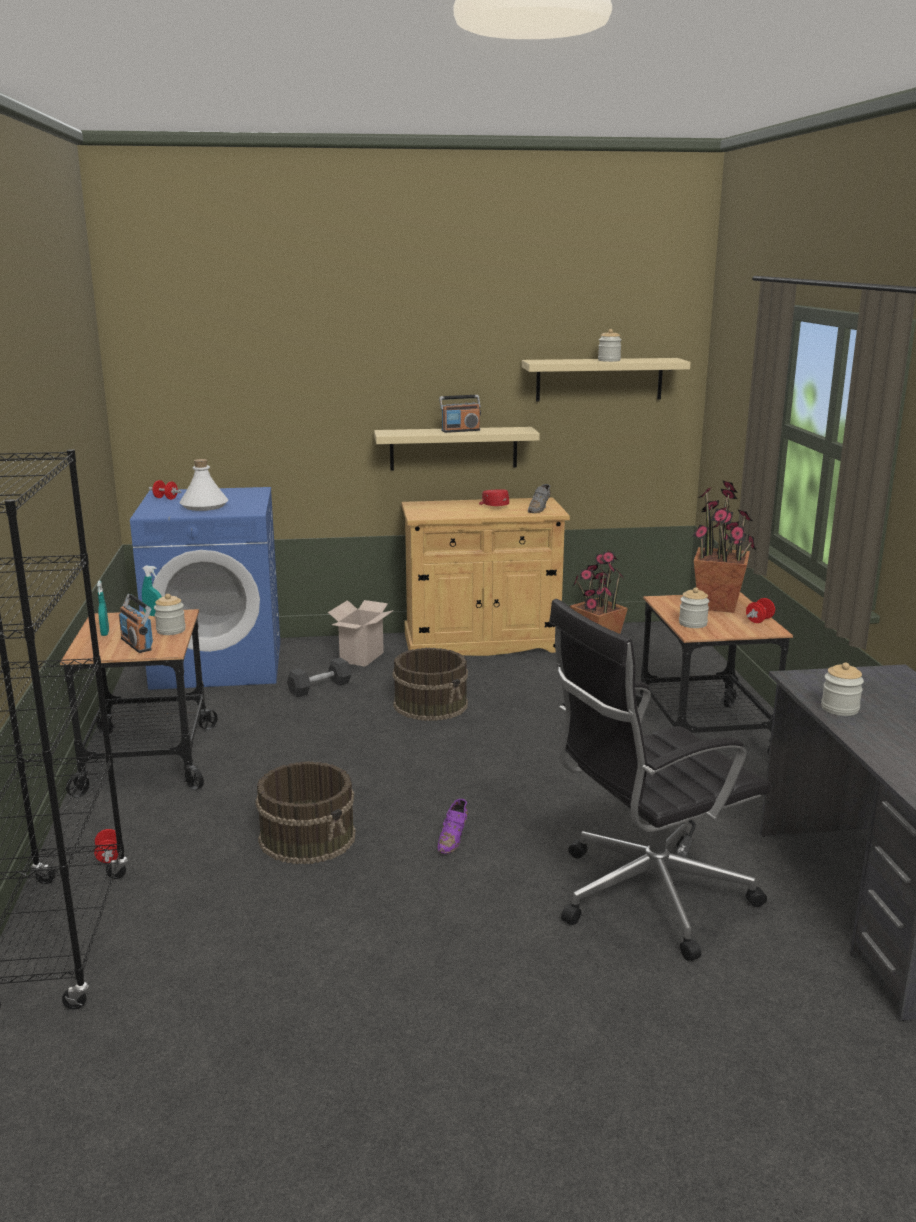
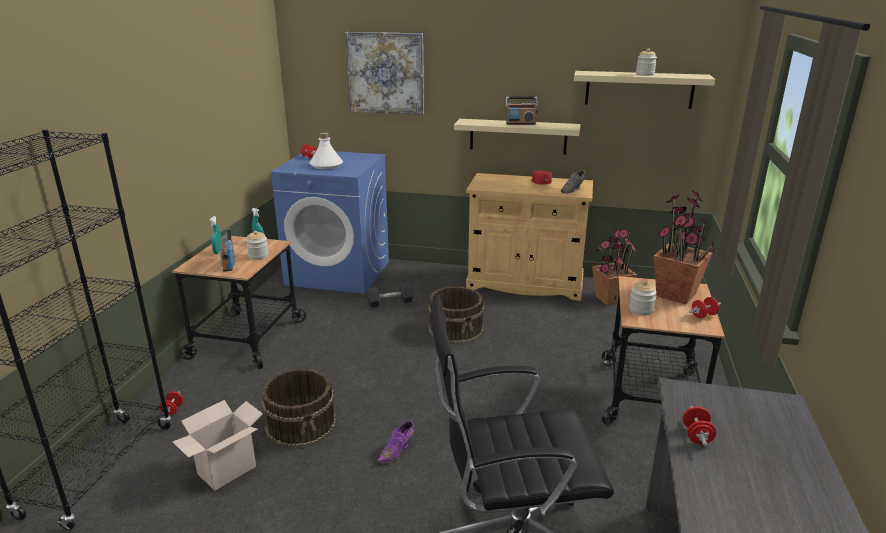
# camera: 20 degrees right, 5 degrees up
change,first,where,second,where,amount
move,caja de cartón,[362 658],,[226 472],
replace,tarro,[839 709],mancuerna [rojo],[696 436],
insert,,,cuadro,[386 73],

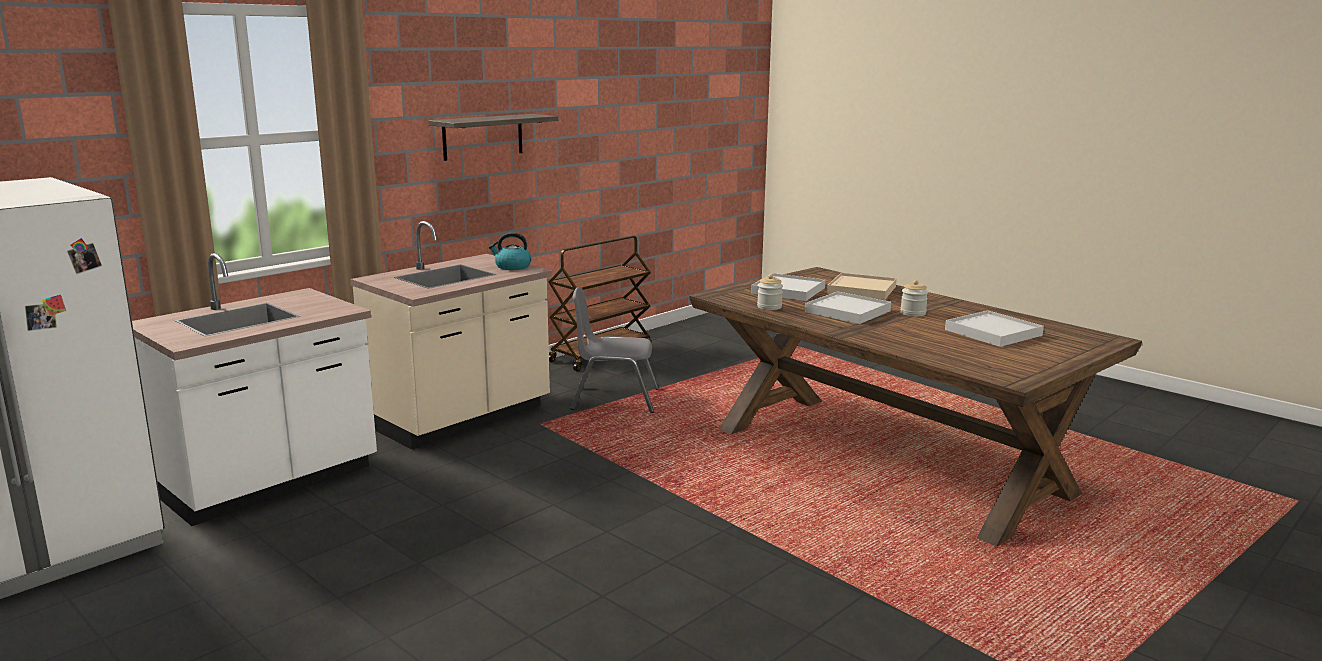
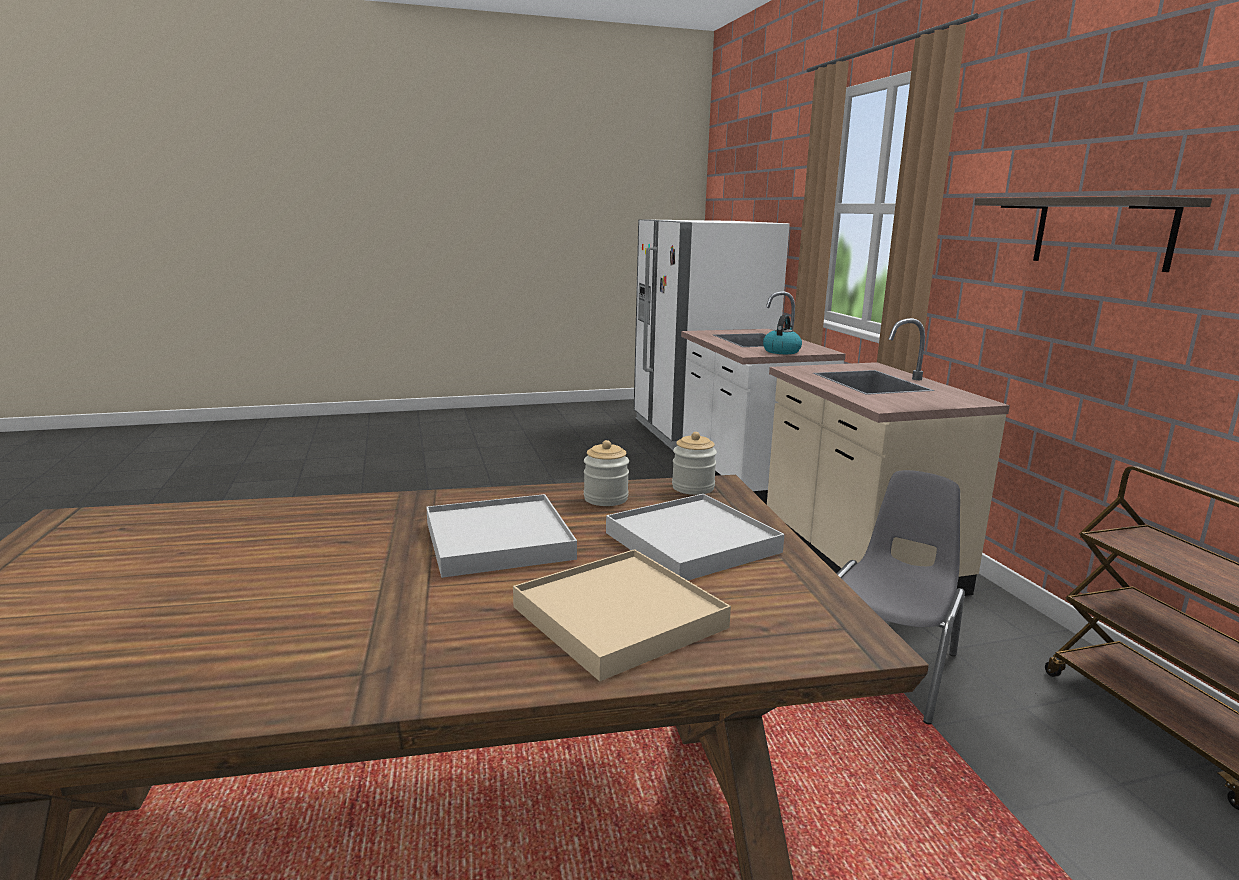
# camera: 120 degrees right, 0 degrees up
change,first,where,second,where,amount
move,hervidor,[512 267],,[781 351],
move,tarro,[913 313],,[693 487],
delete,bandeja [blanco],[993 332],,,

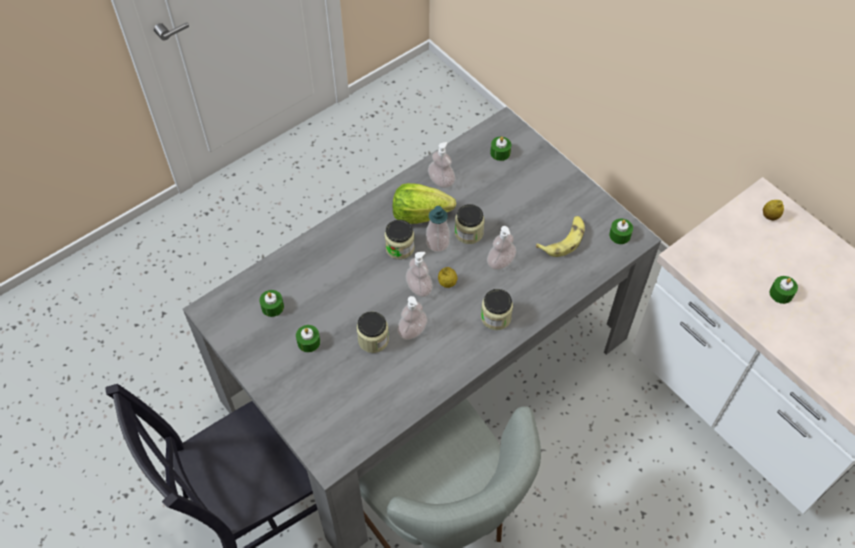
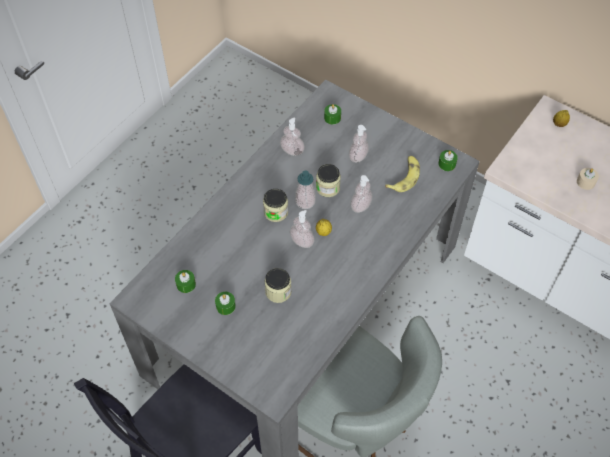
# camera: 15 degrees left, 0 degrees up
change,first,where,second,where,amount
delete,lechuga,[420 214],,,
recolor,vela [verde],[781 293],vela [beis],[585 182],
delete,tarro,[496 317],,,
move,dispensador de jabón,[412 331],,[358 156],

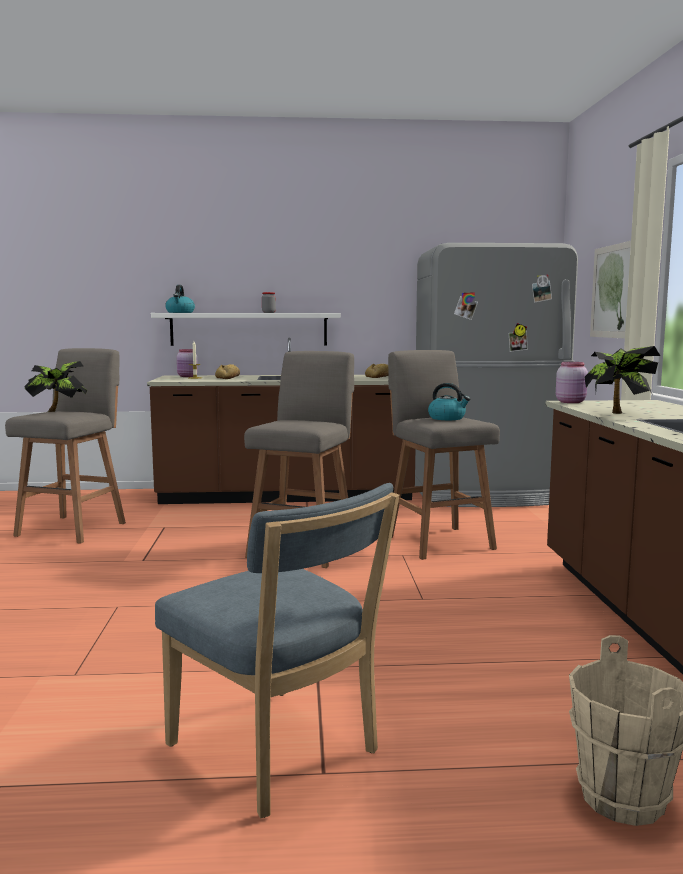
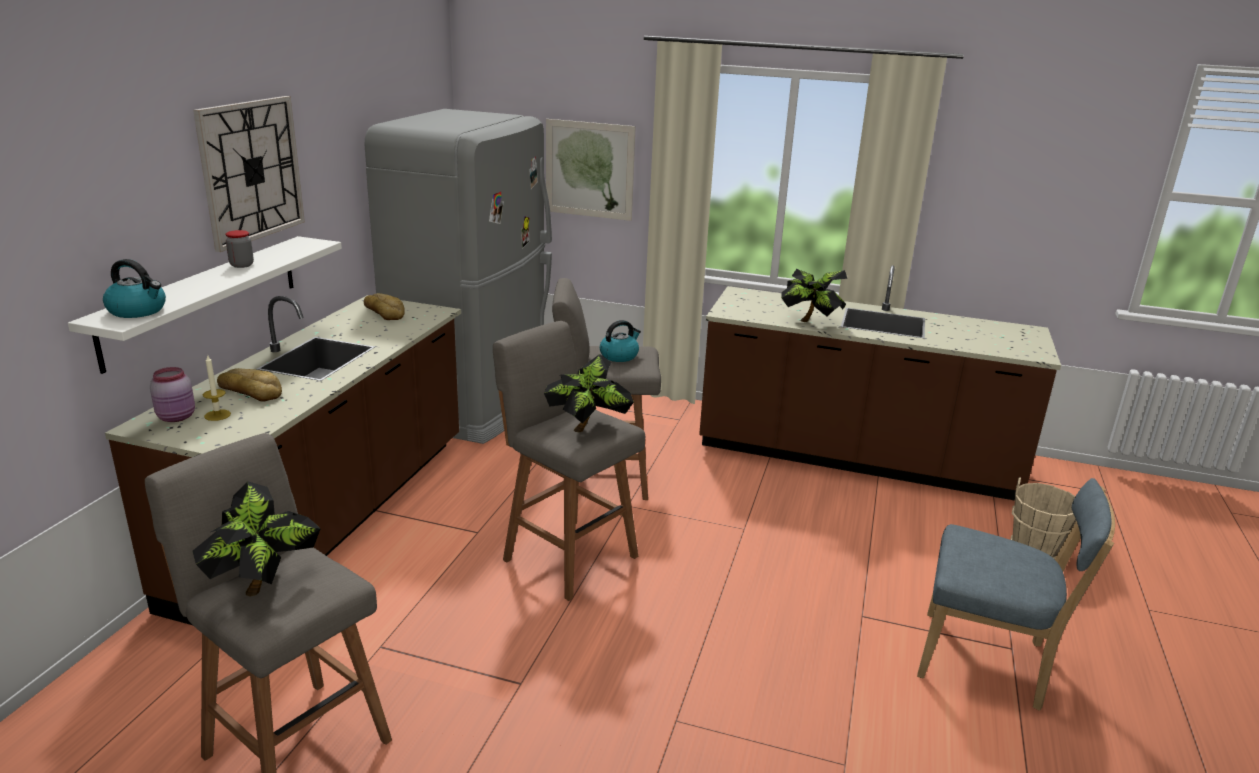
# camera: 70 degrees left, 15 degrees up
change,first,where,second,where,amount
delete,tarro [rosa],[571 402],,,
rotate,silla [azul],[278 753],,[988 662],45 degrees clockwise
insert,,,reloj de pared,[251 171],
insert,,,planta en maceta,[588 429],

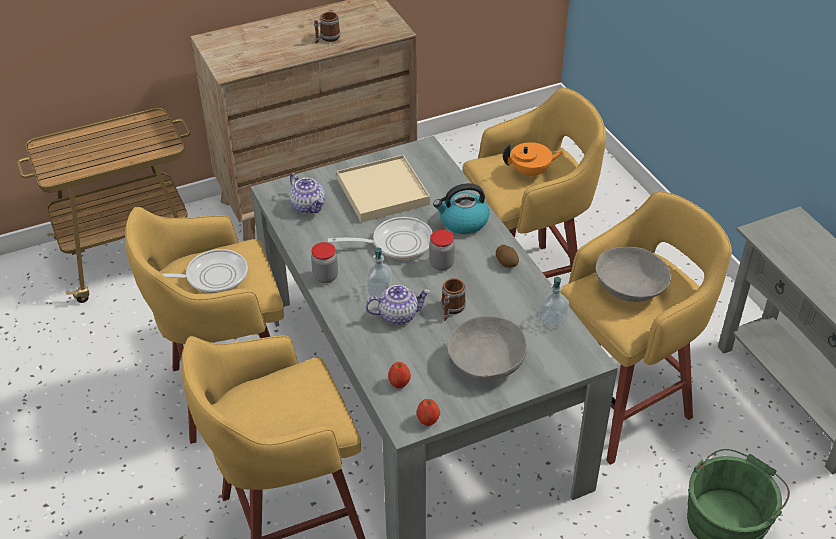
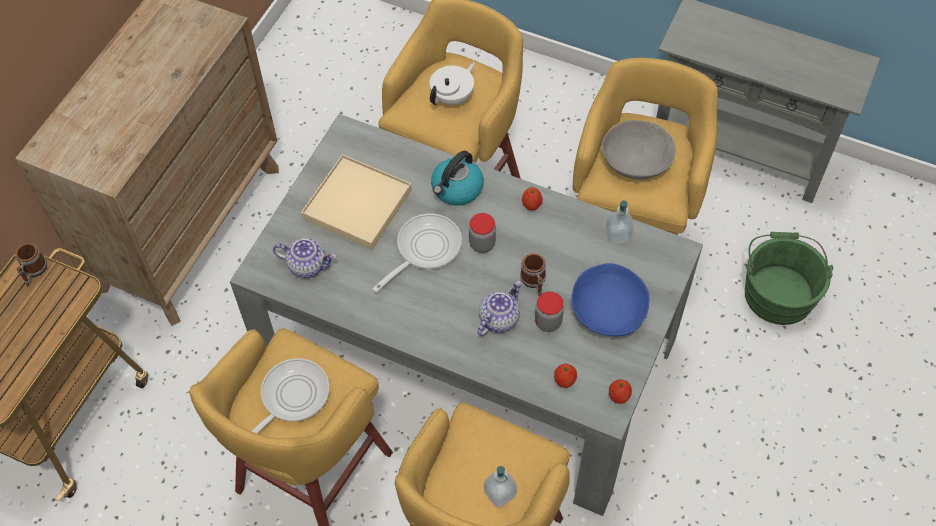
# camera: 40 degrees left, 15 degrees up
change,first,where,second,where,amount
move,taza grande,[327 38],,[34 272],
recolor,tetera [naranja],[530 172],tetera [blanco],[453 97],
move,tarro,[325 276],,[548 322],
replace,patata,[507 262],manzana,[531 205],
move,dispensador de jabón,[379 290],,[500 493],
recolor,cuenco [gris],[486 361],cuenco [azul],[608 310],

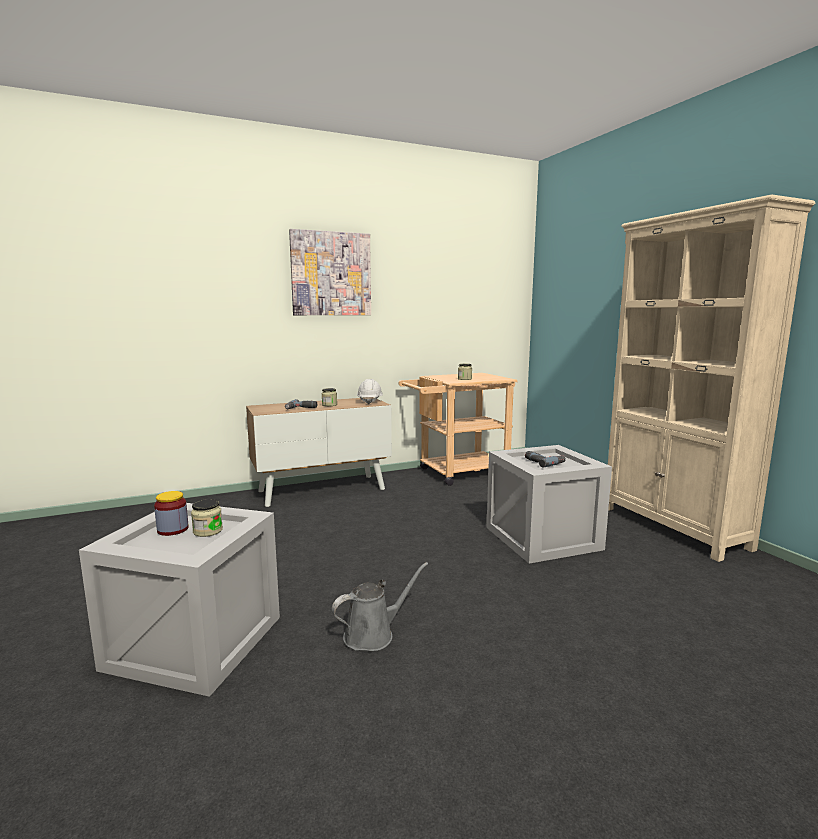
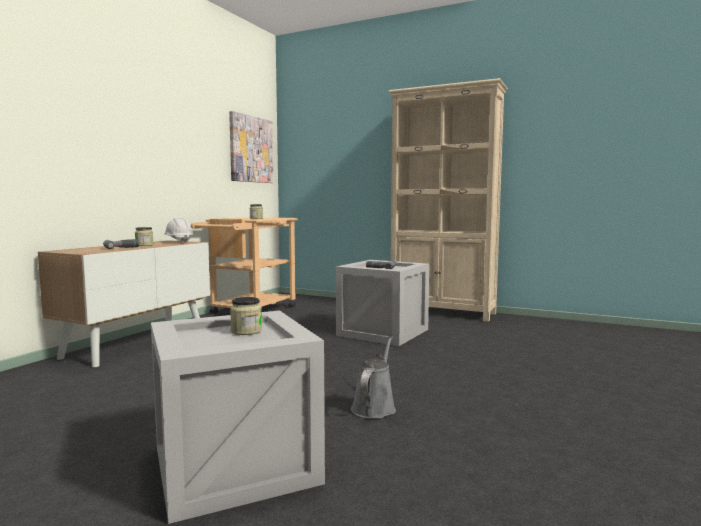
# camera: 40 degrees left, 5 degrees down
change,first,where,second,where,amount
move,cuadro,[331 274],,[251 149],
delete,tarro,[173 529],,,

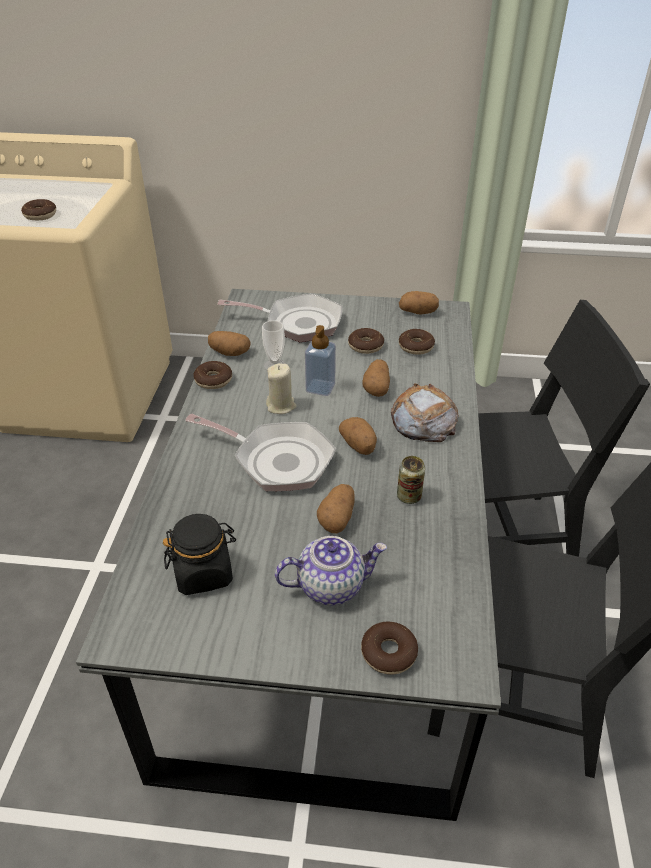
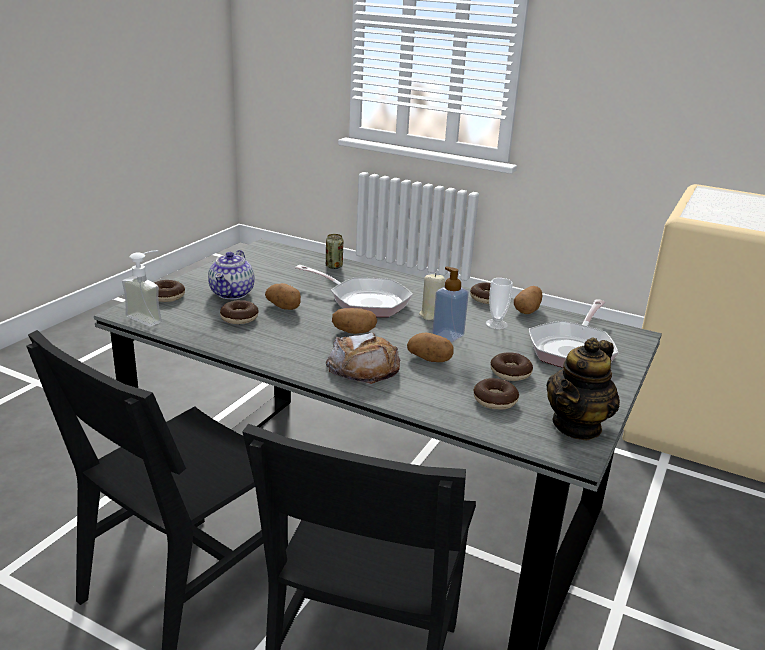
# camera: 110 degrees right, 15 degrees down
change,first,where,second,where,amount
move,rosquilla,[40 215],,[239 318],
replace,patata,[418 312],tetera,[577 426],
rotate,sartén,[277 460],,[364 301],105 degrees counterclockwise
move,lata,[409 496],,[334 266],
delete,tarro [negro],[204 572],,,
insert,,,dispensador de jabón,[150 317],

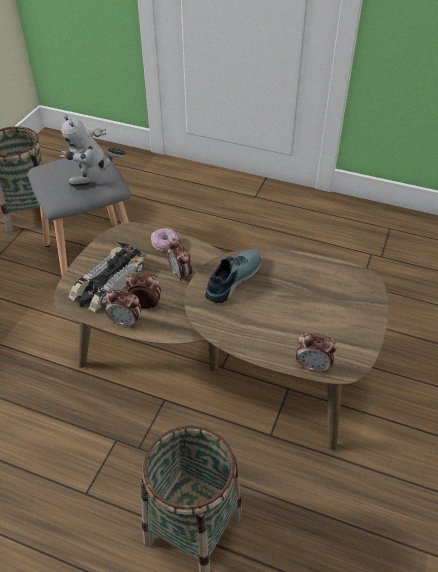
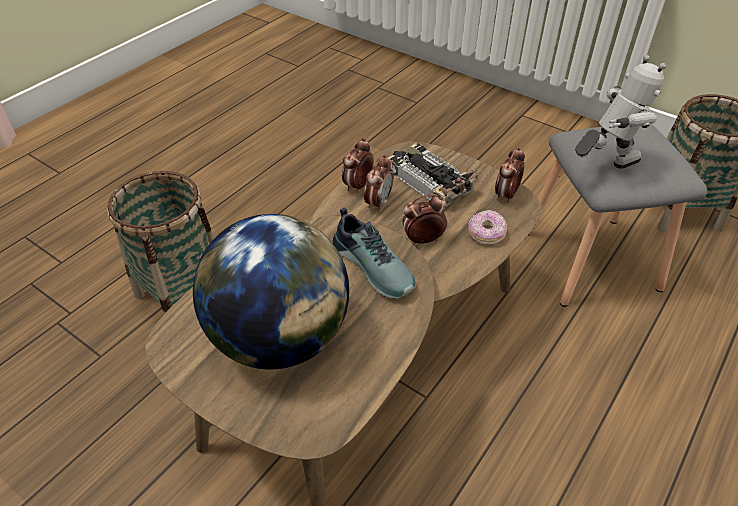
# camera: 105 degrees right, 0 degrees up
change,first,where,second,where,amount
rotate,robot de juguete,[96 183],,[604 165],75 degrees clockwise
move,despertador,[313 367],,[506 195],
insert,,,globo terráqueo,[280 338],

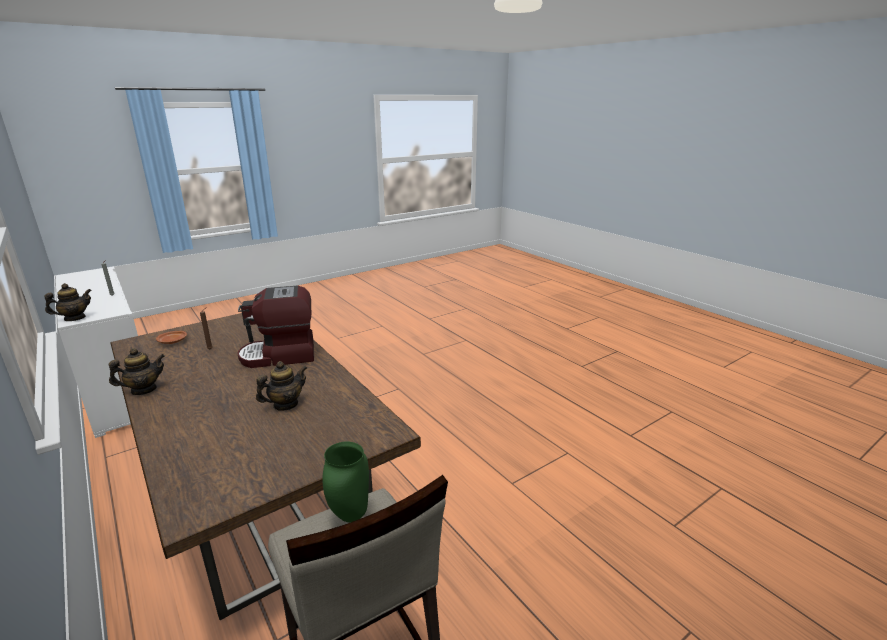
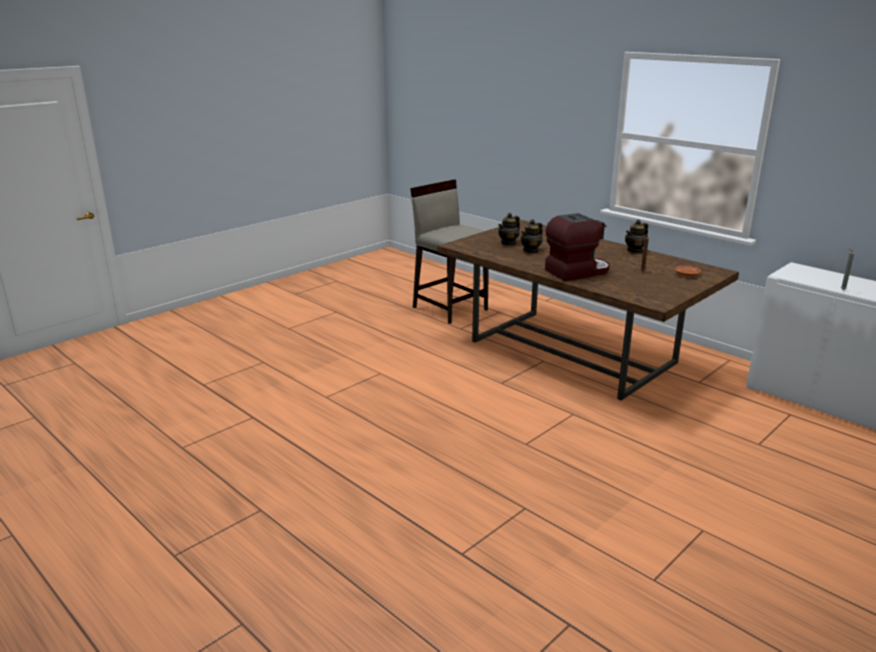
# camera: 170 degrees right, 0 degrees up
change,first,where,second,where,amount
move,tetera,[75 318],,[508 243],
delete,florero [verde],[349 515],,,

